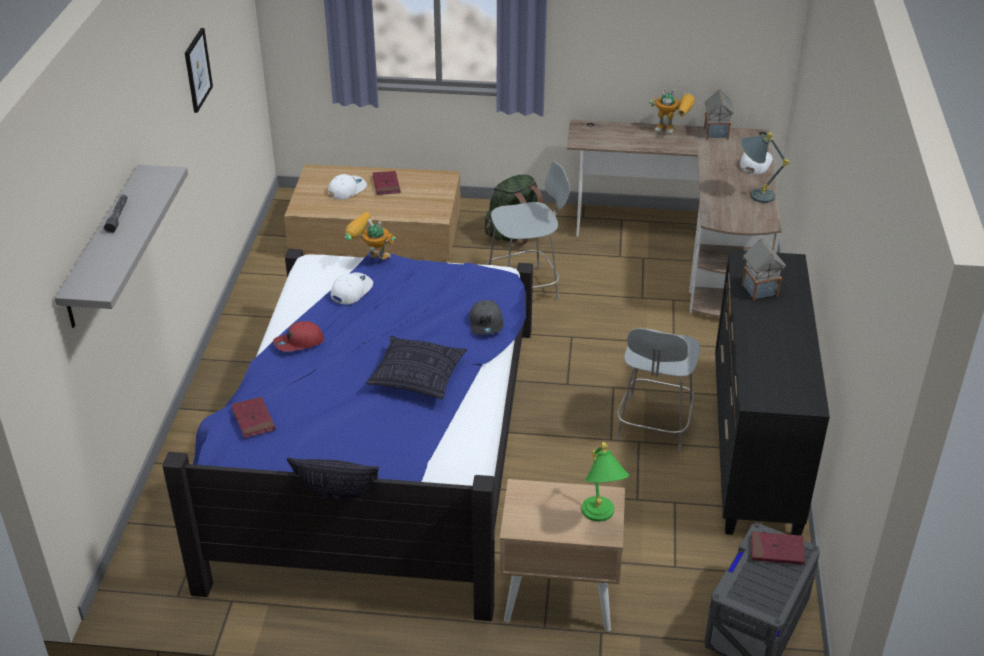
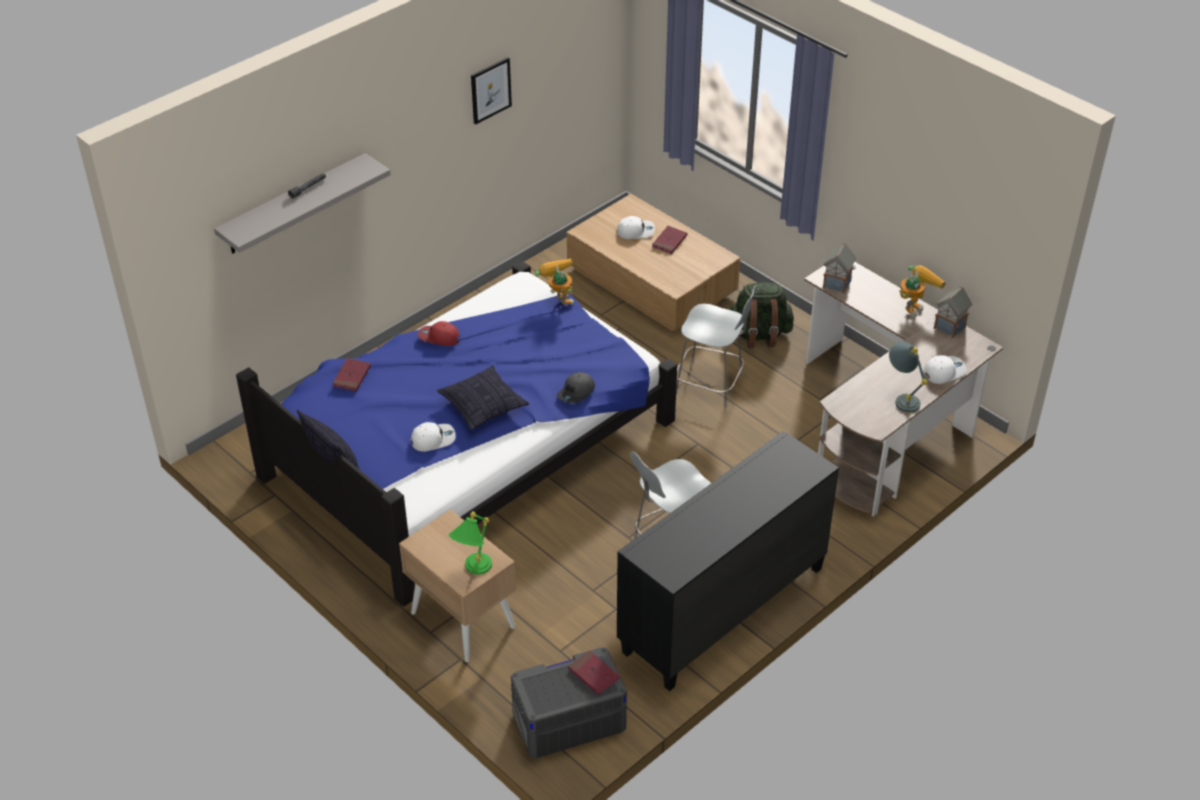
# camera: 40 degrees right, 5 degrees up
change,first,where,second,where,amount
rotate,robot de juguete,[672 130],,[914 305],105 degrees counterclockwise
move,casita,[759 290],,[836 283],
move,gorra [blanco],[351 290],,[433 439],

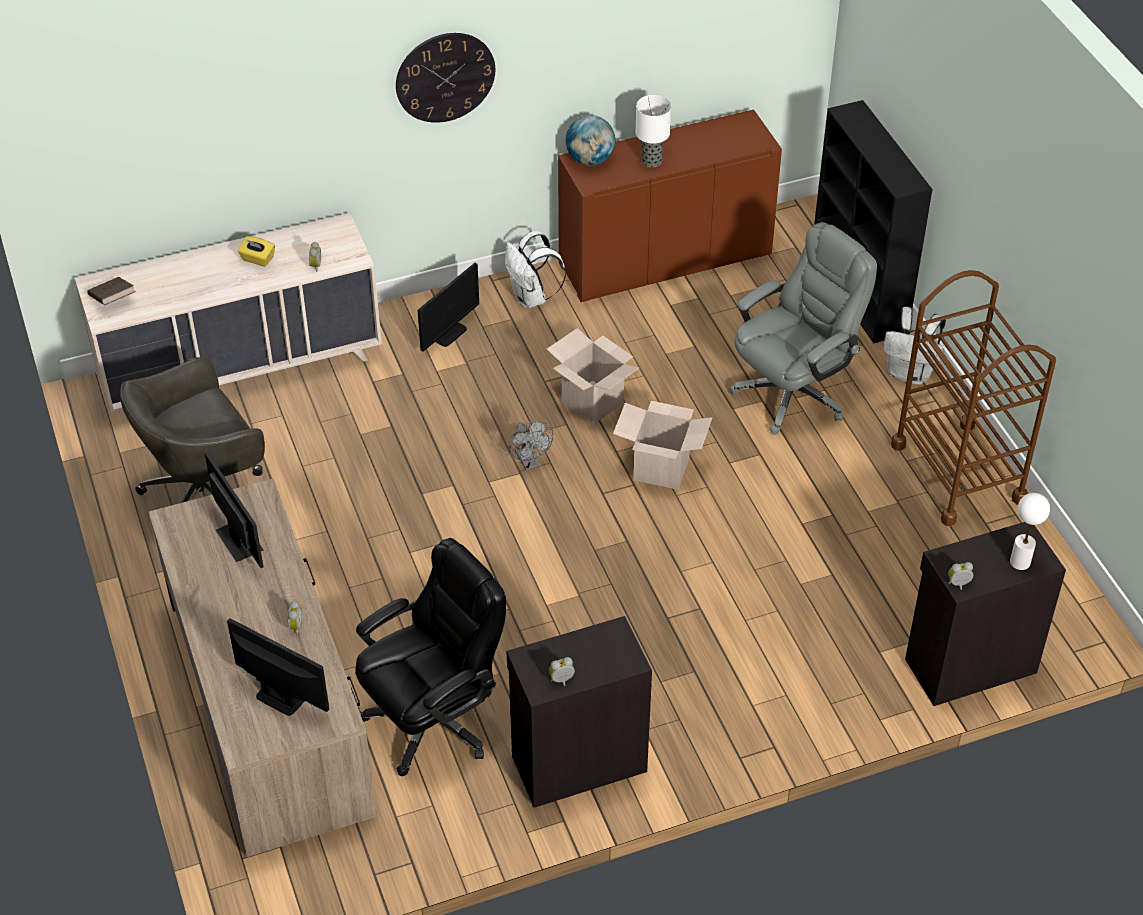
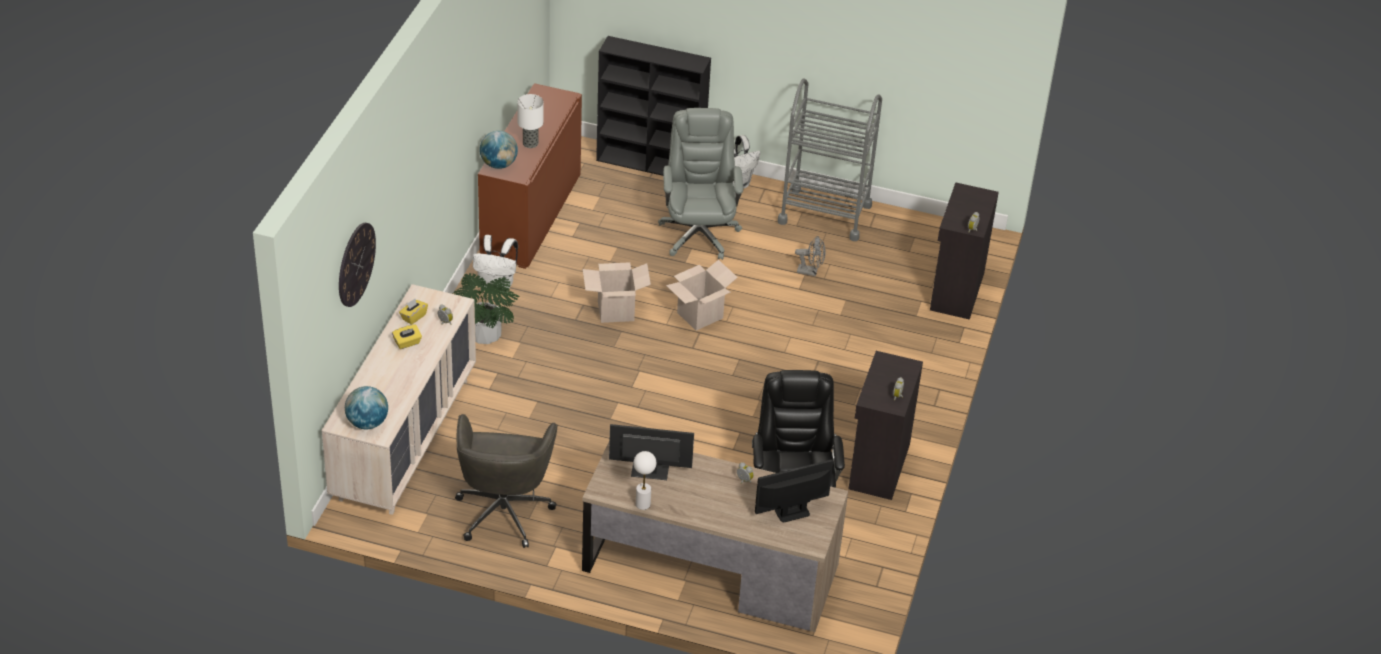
# camera: 55 degrees left, 5 degrees down
change,first,where,second,where,amount
move,reloj de pared,[445 77],,[356 264],
replace,monitor,[448 333],planta en maceta,[485 335],
recolor,carrito [marrón],[958 472],carrito [gris],[824 214],
replace,libro [marrón],[113 300],globo terráqueo,[367 423],
move,ventilador [gris],[530 462],,[810 272],
move,lámpara de mesa [blanco],[1020 562],,[643 504],
insert,,,caja de pañuelos [amarillo],[413 317],

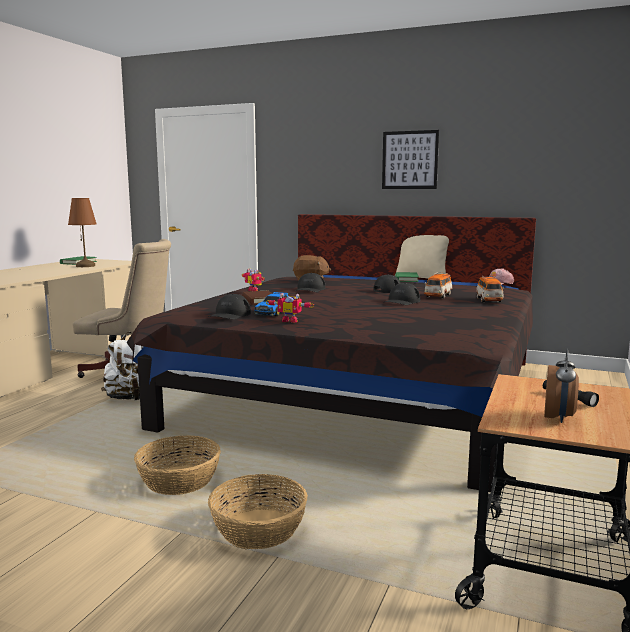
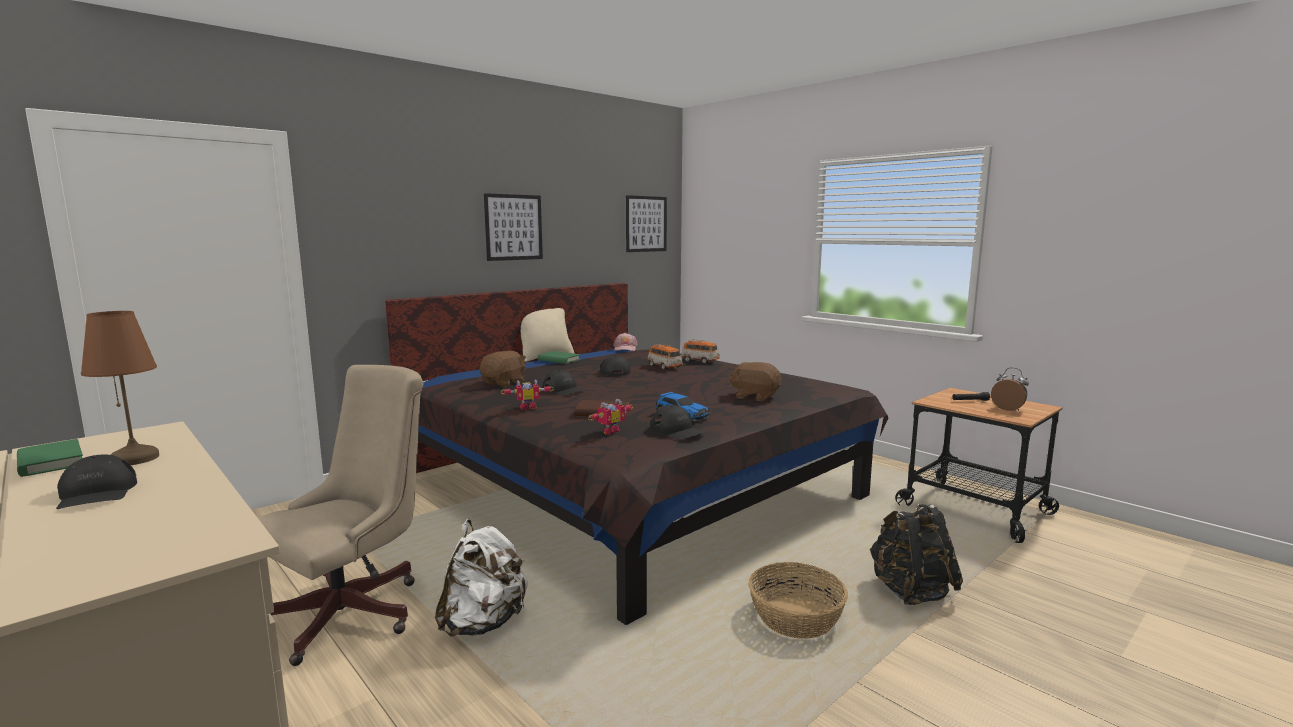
# camera: 65 degrees left, 0 degrees up
change,first,where,second,where,amount
move,gorra [negro],[401 301],,[97 493],
move,robot de juguete,[290 320],,[609 431],
replace,cesta,[258 529],mochila [negro],[910 592],
insert,,,cuadro,[646 224],
insert,,,peluche [marrón],[755 397],

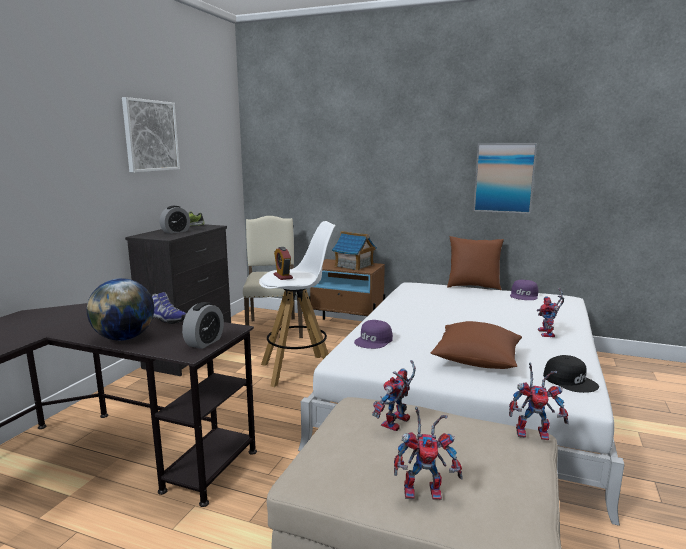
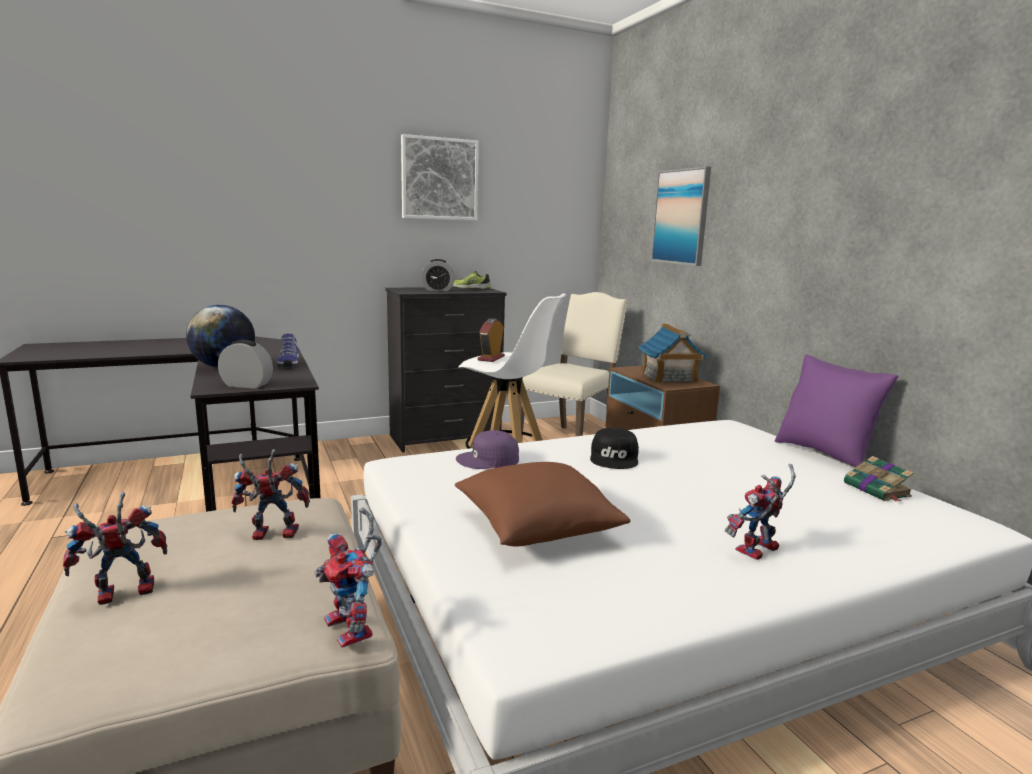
# camera: 45 degrees right, 0 degrees up
change,first,where,second,where,amount
move,cuadro,[504 178],,[681 217],
recolor,cojín [marrón],[473 286],cojín [morado],[824 454],
replace,gorra [morado],[524 295],libro,[877 490],
rotate,despertador,[204 342],,[247 385],150 degrees counterclockwise
move,gorra [negro],[570 380],,[615 458],
rotate,robot de juguete,[425 490],,[120 595],105 degrees clockwise

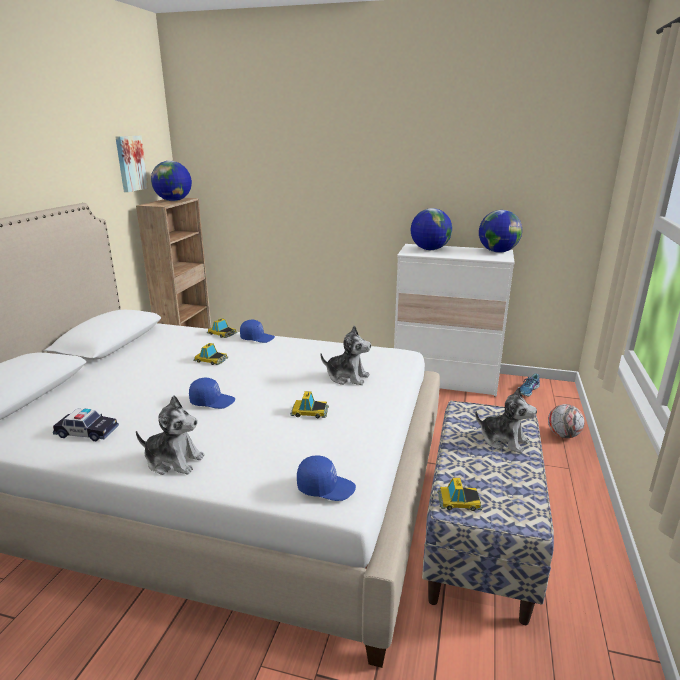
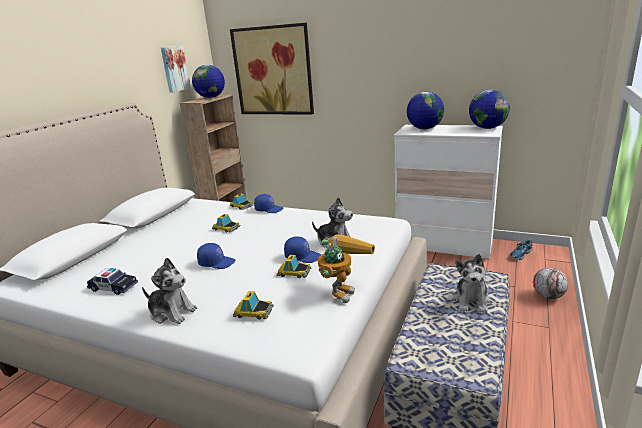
# camera: 10 degrees right, 0 degrees up
change,first,where,second,where,amount
rotate,peluche,[503 440],,[471 300],60 degrees clockwise
move,gorra [azul],[326 487],,[303 256],
move,coche de juguete,[459 501],,[253 311],
insert,,,cuadro,[273 71],
insert,,,robot de juguete,[342 289],

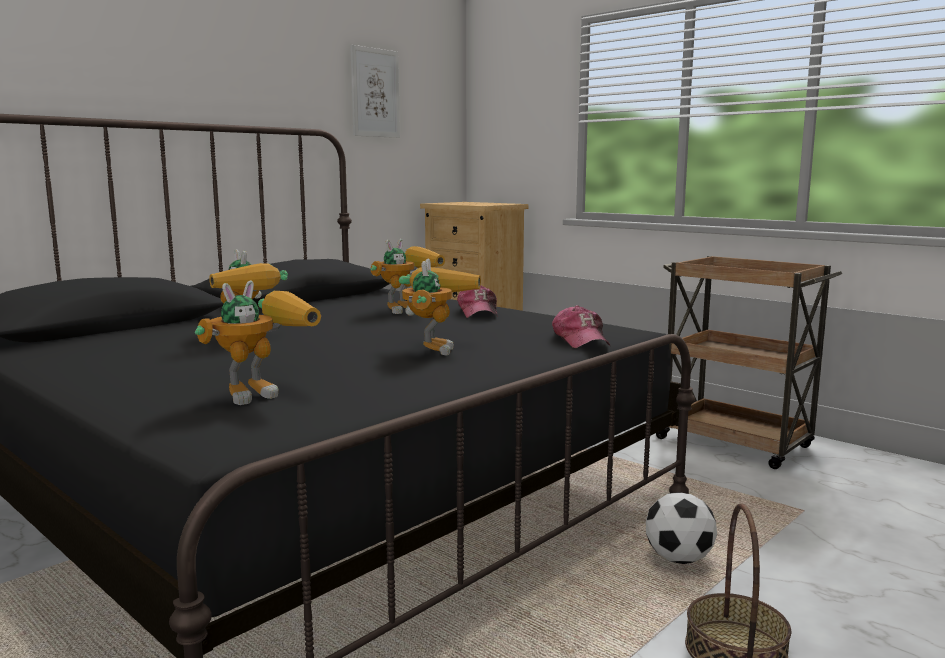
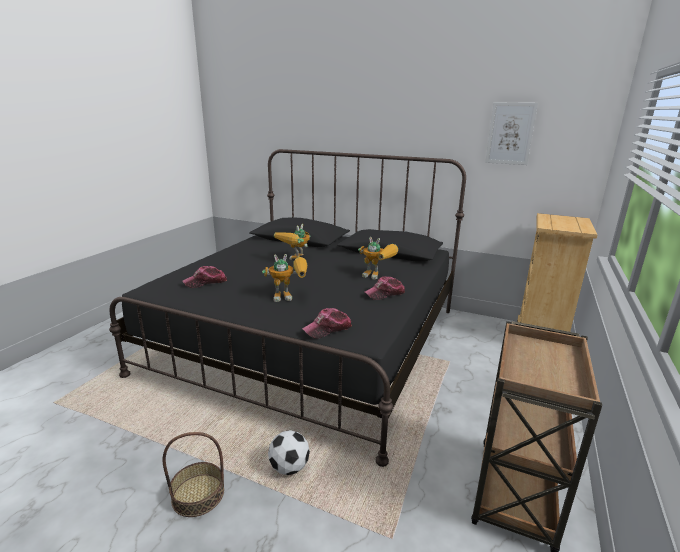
# camera: 70 degrees right, 10 degrees up
change,first,where,second,where,amount
replace,robot de juguete,[265 391],gorra,[205 282],

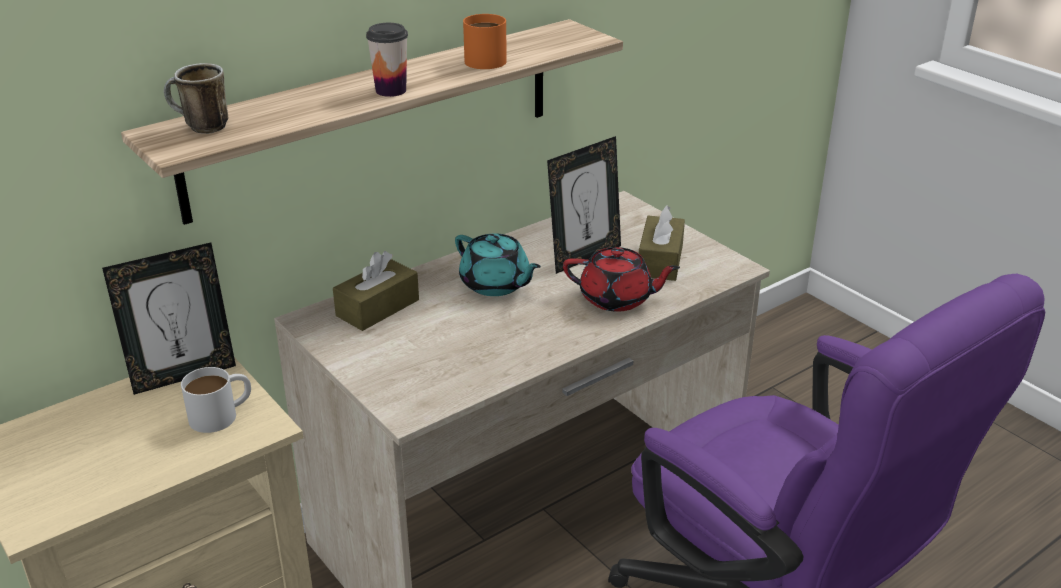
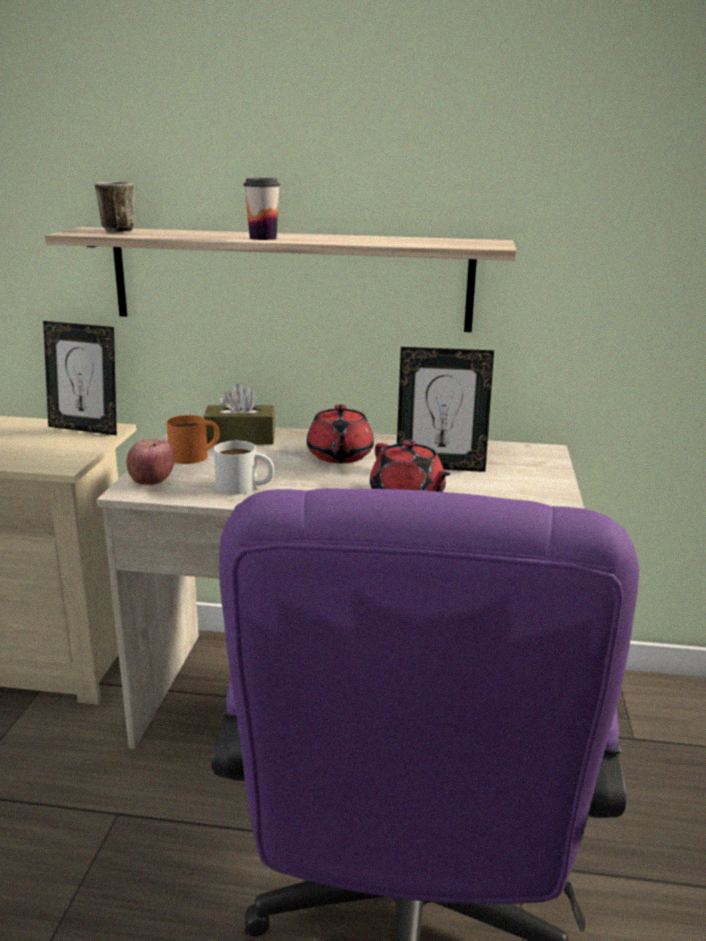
# camera: 45 degrees right, 10 degrees down
change,first,where,second,where,amount
move,taza grande [naranja],[486 58],,[196 455],
delete,caja de pañuelos [marrón],[660 261],,,
recolor,tetera [turquesa],[496 284],tetera [rojo],[339 456],
move,taza grande [blanco],[222 414],,[245 487],
insert,,,manzana,[152 481],

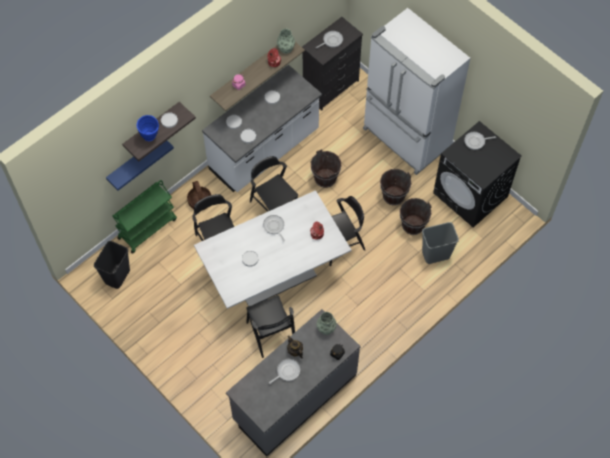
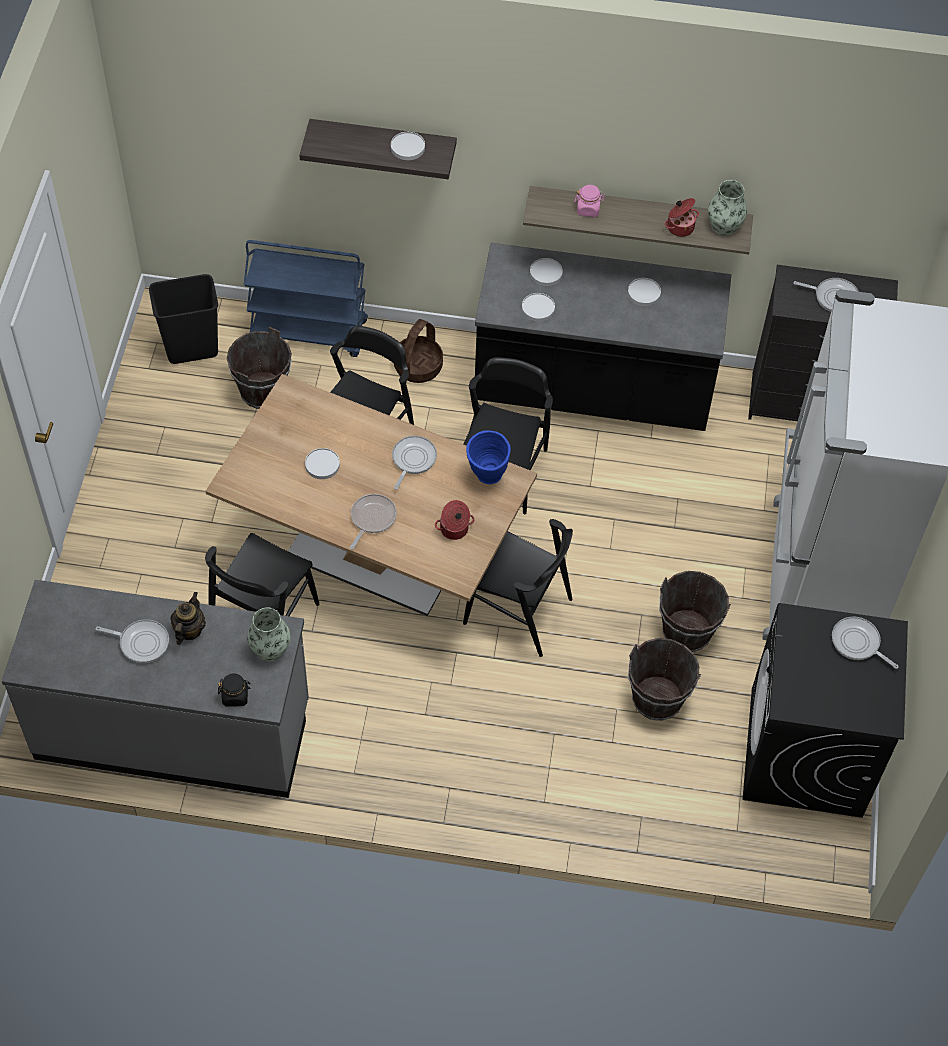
# camera: 50 degrees right, 5 degrees down
change,first,where,second,where,amount
recolor,mueble bajo de cocina [blanco],[264 151],mueble bajo de cocina [negro],[592 391],
move,florero [azul],[150 138],,[487 479],
delete,estante [azul],[135 161],,,
move,cubo [marrón],[325 178],,[263 392],
recolor,carrito [verde],[147 228],carrito [azul],[308 331],
recolor,mesa de comedor [blanco],[274 275],mesa de comedor [marrón],[374 554],
delete,papelera [gris],[435 255],,,
insert,,,sartén,[372 519],

